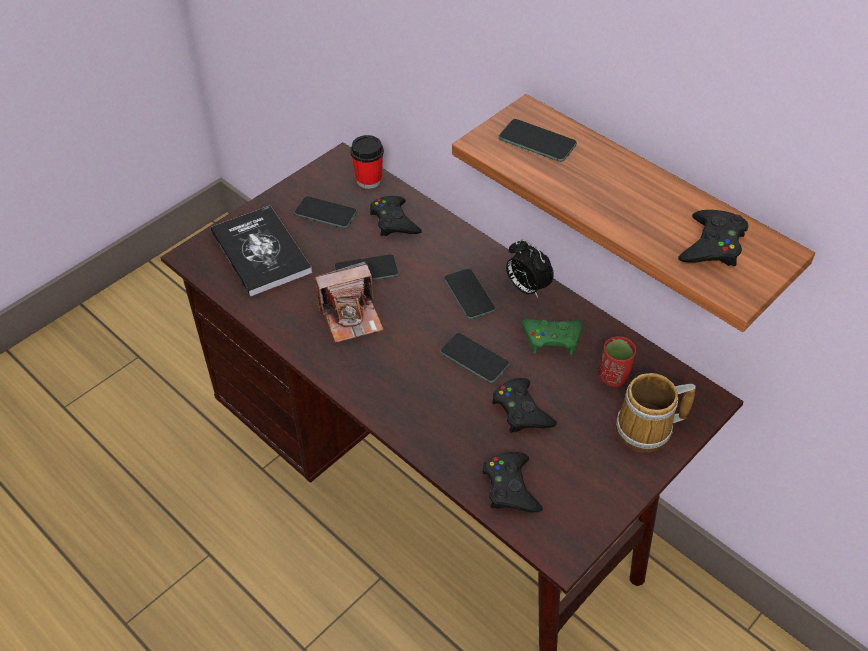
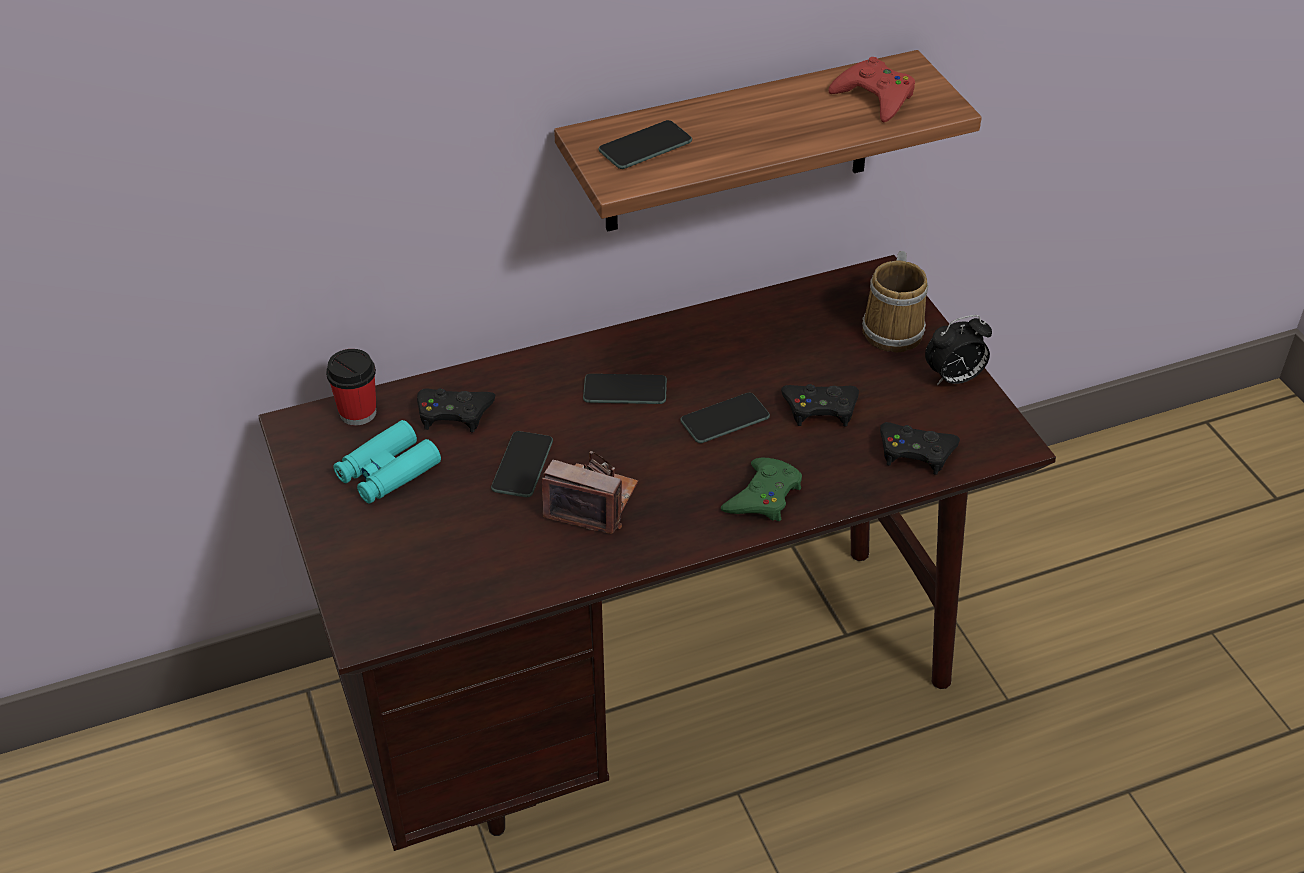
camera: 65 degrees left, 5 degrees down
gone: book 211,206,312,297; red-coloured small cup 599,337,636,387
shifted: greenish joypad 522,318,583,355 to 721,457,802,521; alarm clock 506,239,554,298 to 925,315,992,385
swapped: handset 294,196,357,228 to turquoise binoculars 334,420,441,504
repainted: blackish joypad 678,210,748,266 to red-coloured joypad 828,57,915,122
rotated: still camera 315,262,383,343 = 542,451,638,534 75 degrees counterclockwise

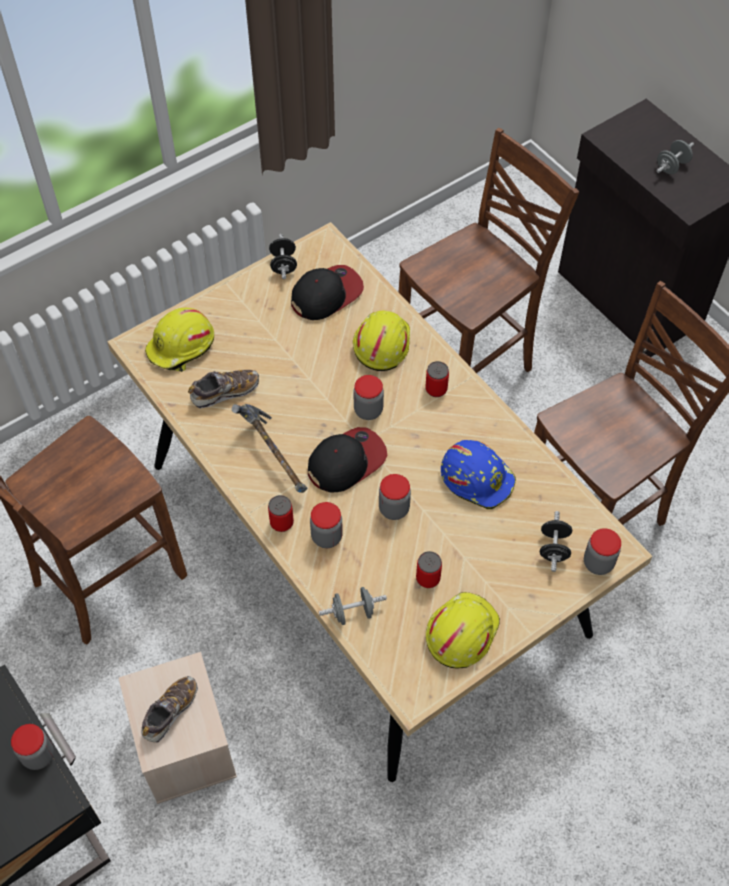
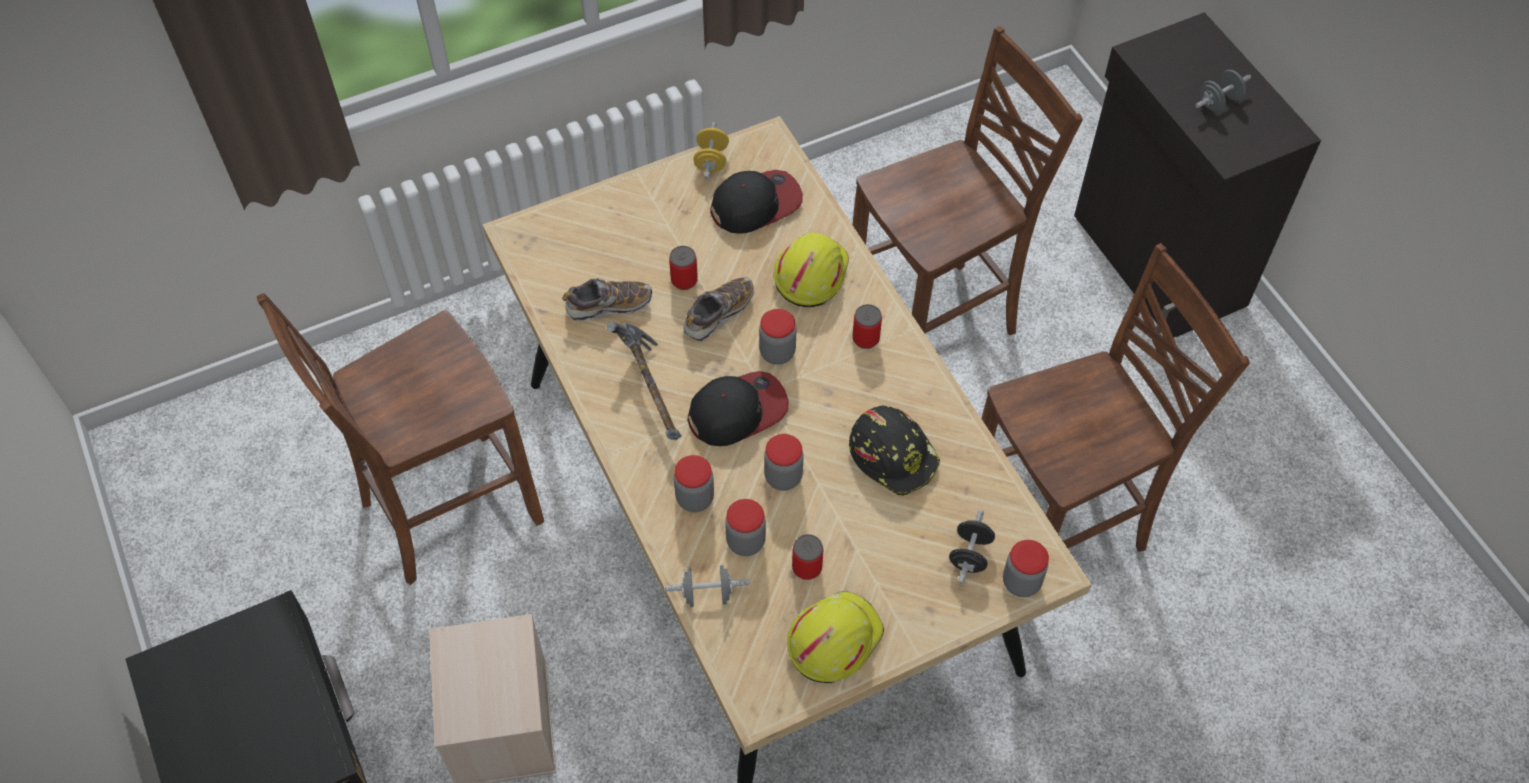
camera: 10 degrees right, 0 degrees up
gone: yellowish safety helmet 145,308,214,372
shifted: metal can 268,495,294,532 to 669,246,698,290; item of footwear 141,676,198,742 to 683,277,754,341; jar 11,724,54,770 to 725,499,766,556
repainted: blackish hand weight 269,234,297,279 to yellowish hand weight 693,122,729,179; blue safety helmet 441,440,516,509 to blackish safety helmet 849,406,940,496

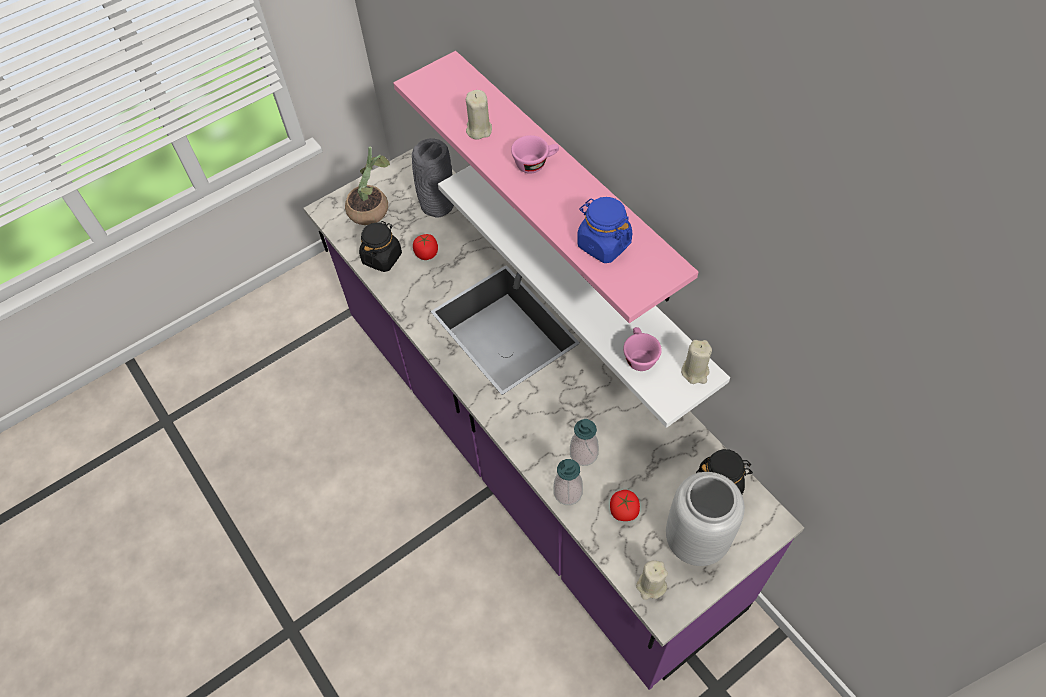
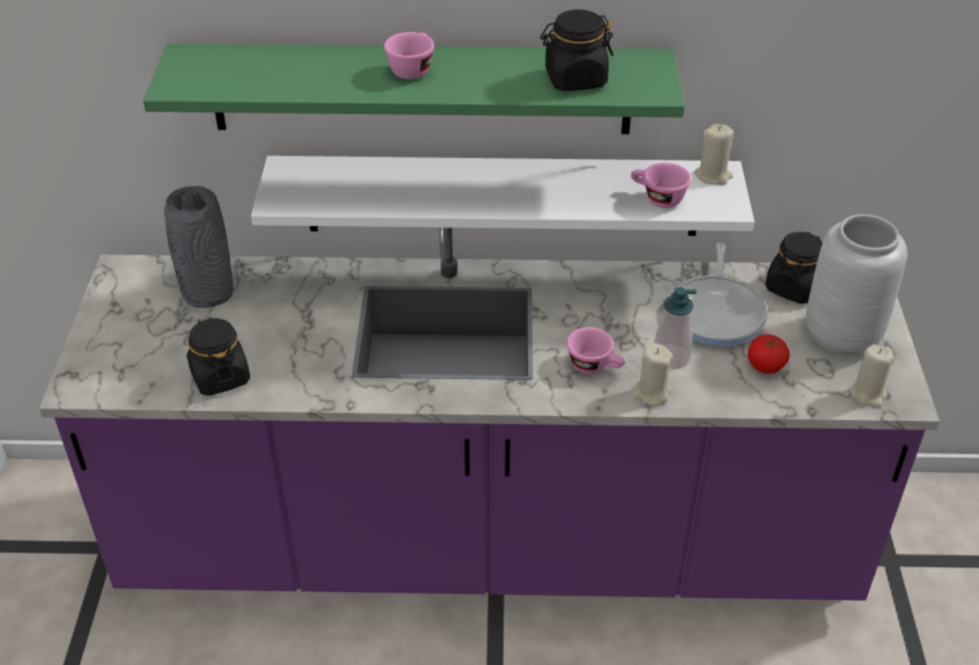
camera: 55 degrees left, 15 degrees down
gone: houseplant 345,147,390,225; fresh tomato 413,234,438,260; soap dispenser 554,459,583,505
new: pinkish small cup 567,327,625,374; frying pan 673,243,768,346
shifted: beige-coloured candle 466,90,492,140 to 632,343,673,406
repainted: pinkish shelf 393,51,698,323 to greenish shelf 143,44,685,134; blue jar 577,197,632,263 to blackish jar 540,9,613,91

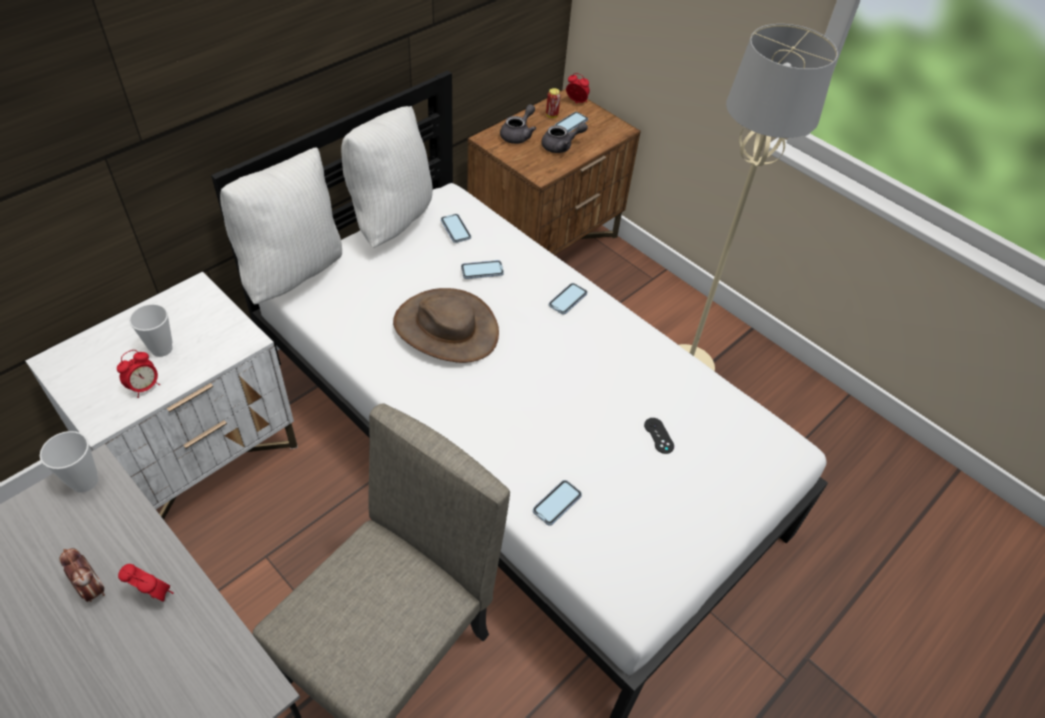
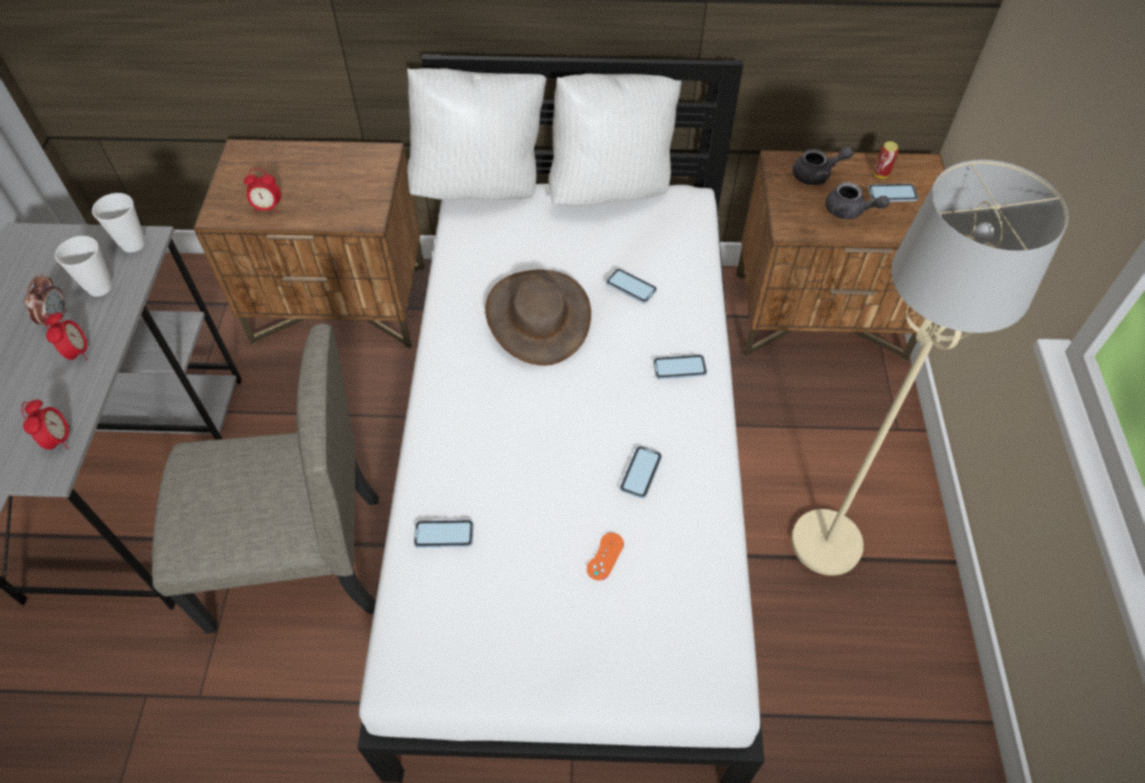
camera: 50 degrees right, 5 degrees up
shifted: alarm clock 566,73,590,103 to 21,400,70,450; small cup 129,304,173,357 to 55,236,112,297; handset 441,214,471,243 to 620,446,662,499
repainted: white-coloured nightstand 26,271,298,520 to brown nightstand 193,139,425,349; blackish joypad 644,418,674,454 to orangey joypad 587,533,624,580

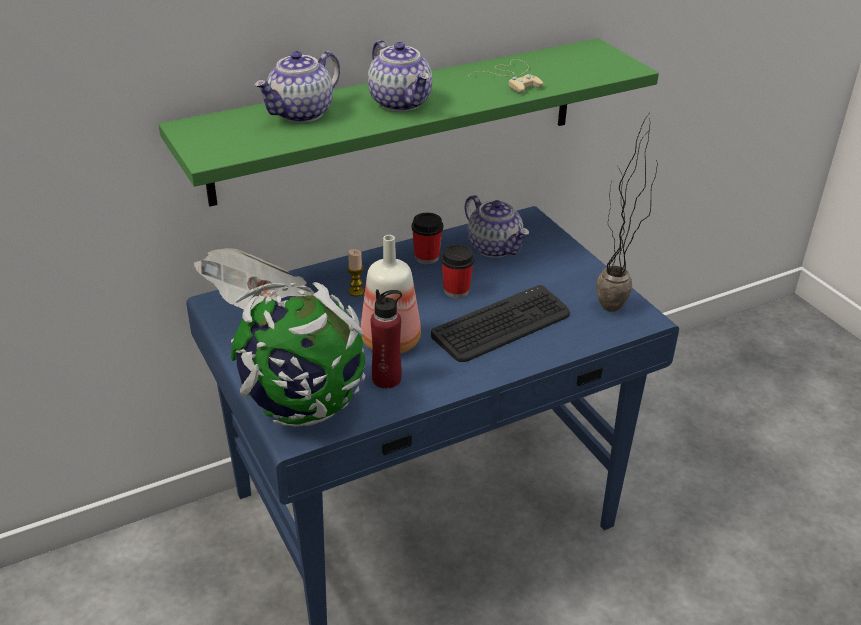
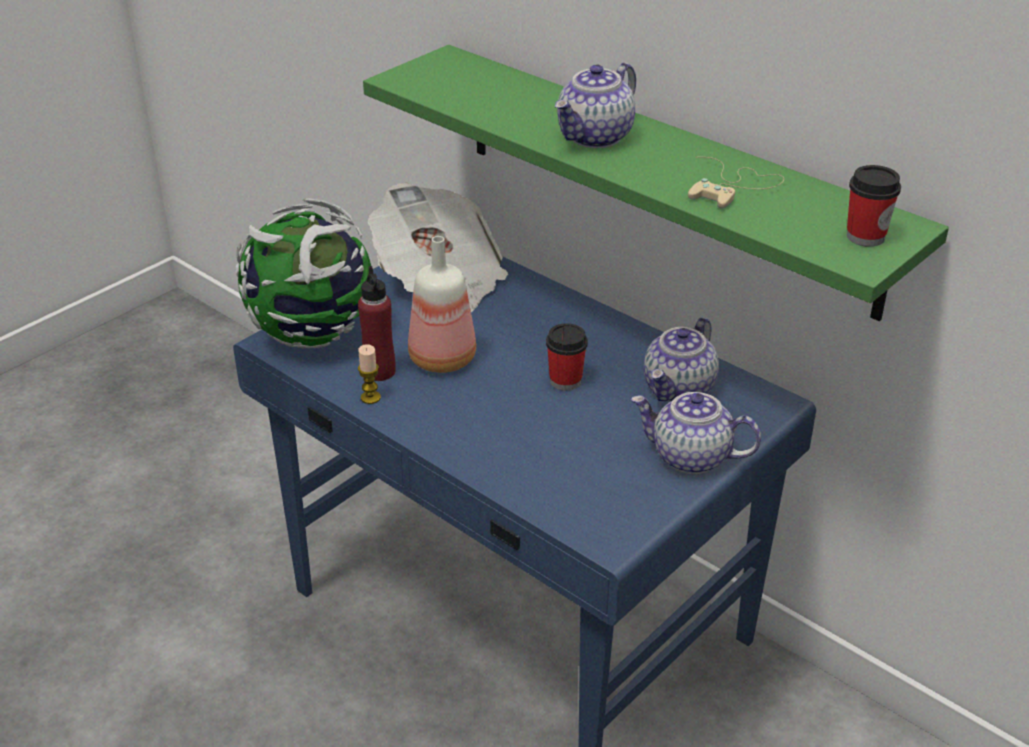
camera: 70 degrees right, 0 degrees up
gone: computer keyboard 431,285,570,362; houseplant 596,114,657,312
shifted: candle 347,249,364,297 to 358,344,381,404; tea pot 254,51,340,123 to 631,392,761,474; small cup 411,213,443,264 to 847,165,901,247

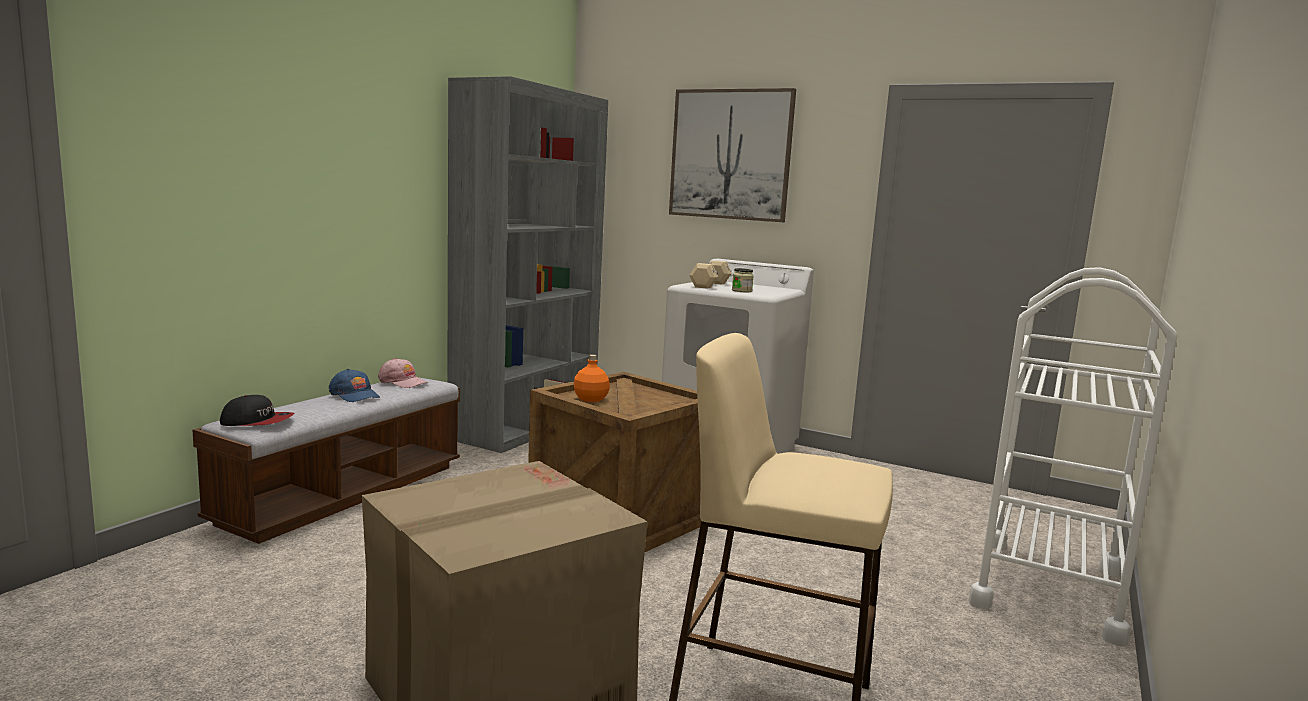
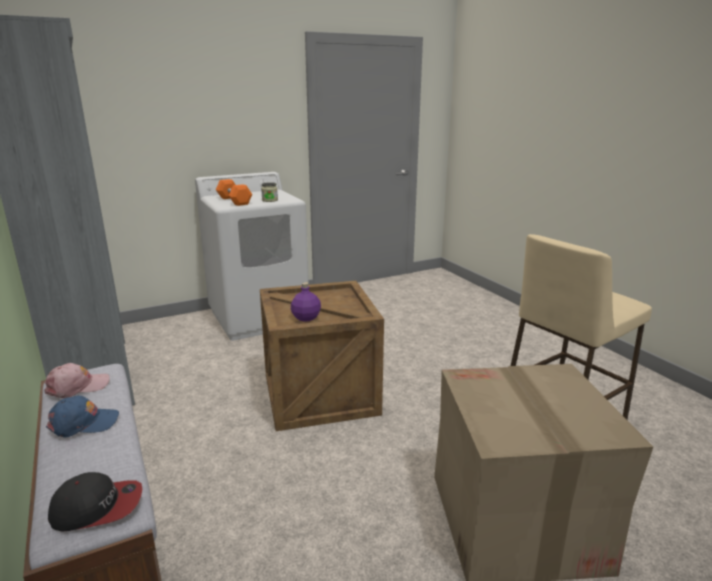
camera: 55 degrees left, 10 degrees up
gone: wall picture 669,88,796,222; white-coloured wheeled cart 968,267,1177,647
repainted: beige-coloured hand weight 690,260,732,289 to orangey hand weight 216,179,252,206; orangey beverage bottle 573,354,610,402 to purple-coloured beverage bottle 291,282,321,322
rotated: cap 220,395,294,426 = 48,472,142,532 45 degrees clockwise

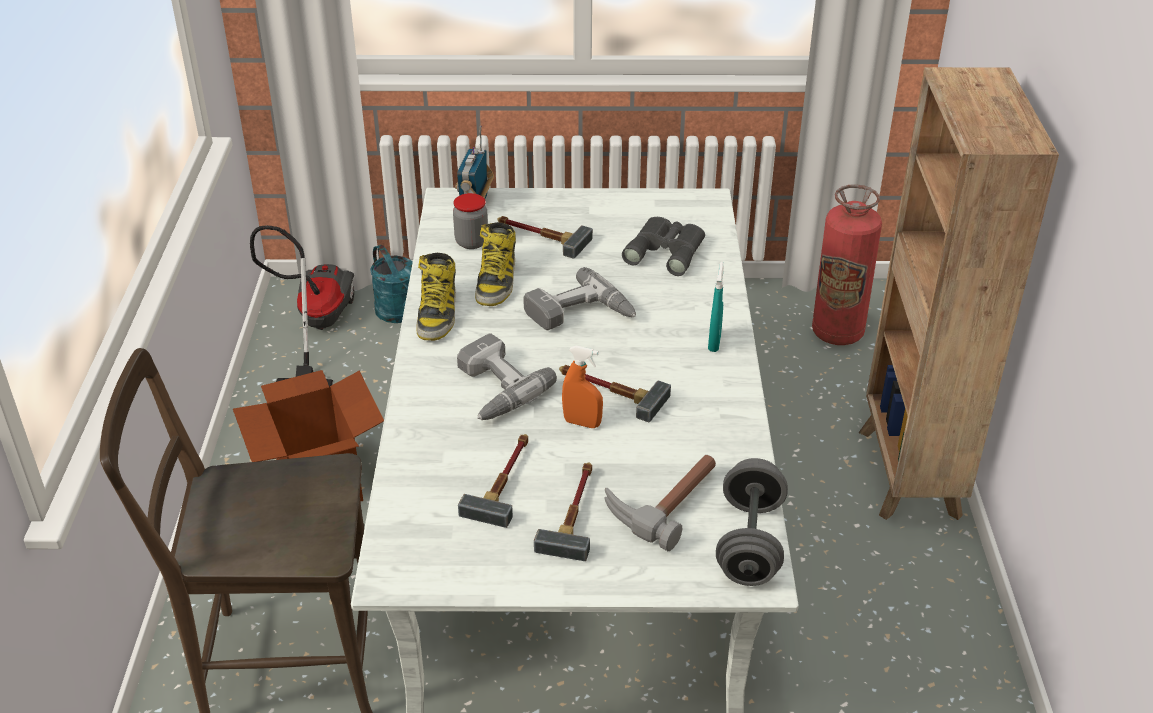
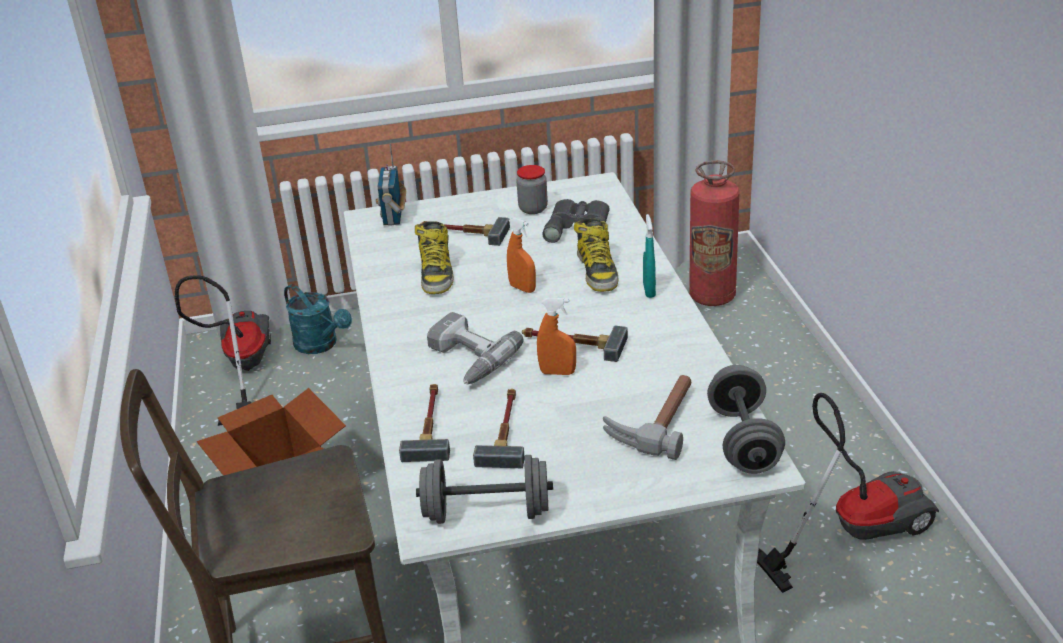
camera: 10 degrees left, 5 degrees down
gone: brown bookcase 859,67,1059,520
new: gray hand weight 416,455,553,524; vacuum cleaner 757,392,939,593
shifted: tool hammer 534,462,592,561 to 399,384,450,462; jar 453,193,488,249 to 516,165,548,214; boot 416,253,456,341 to 574,219,619,292
swapped: drill 523,267,636,331 to orangey hand sprayer 507,217,536,293

